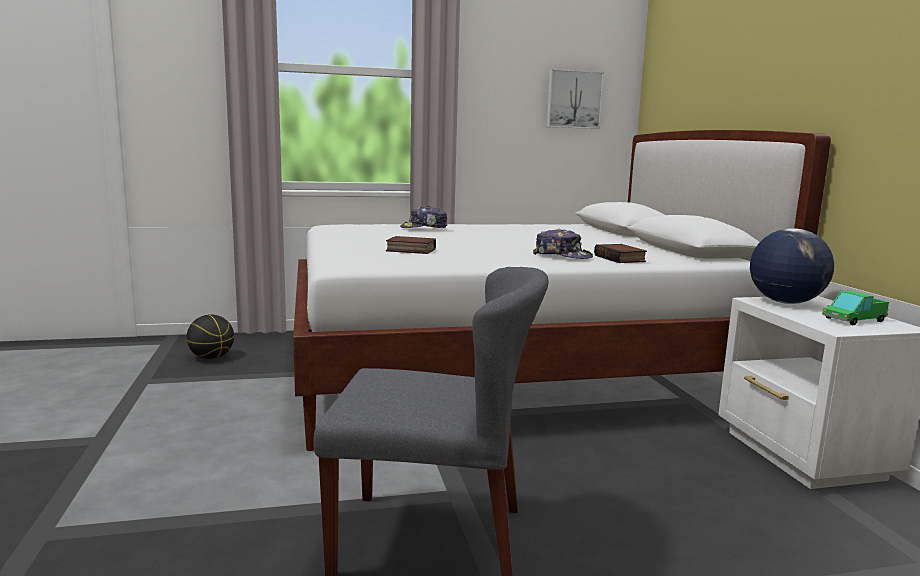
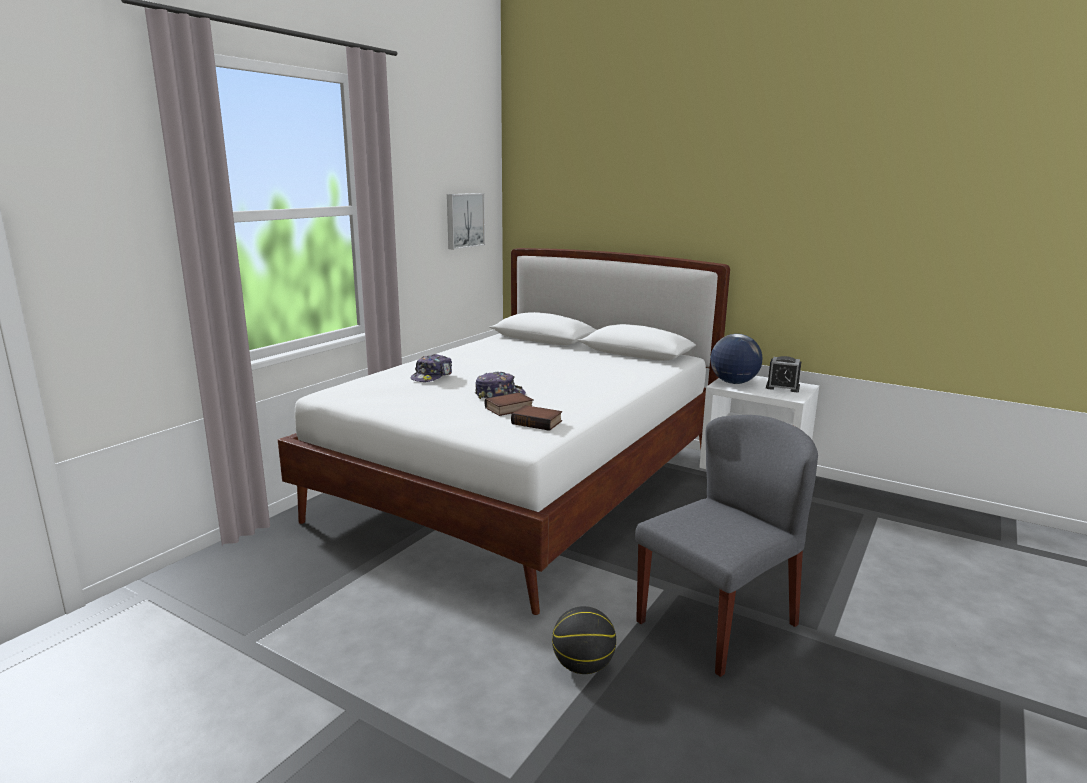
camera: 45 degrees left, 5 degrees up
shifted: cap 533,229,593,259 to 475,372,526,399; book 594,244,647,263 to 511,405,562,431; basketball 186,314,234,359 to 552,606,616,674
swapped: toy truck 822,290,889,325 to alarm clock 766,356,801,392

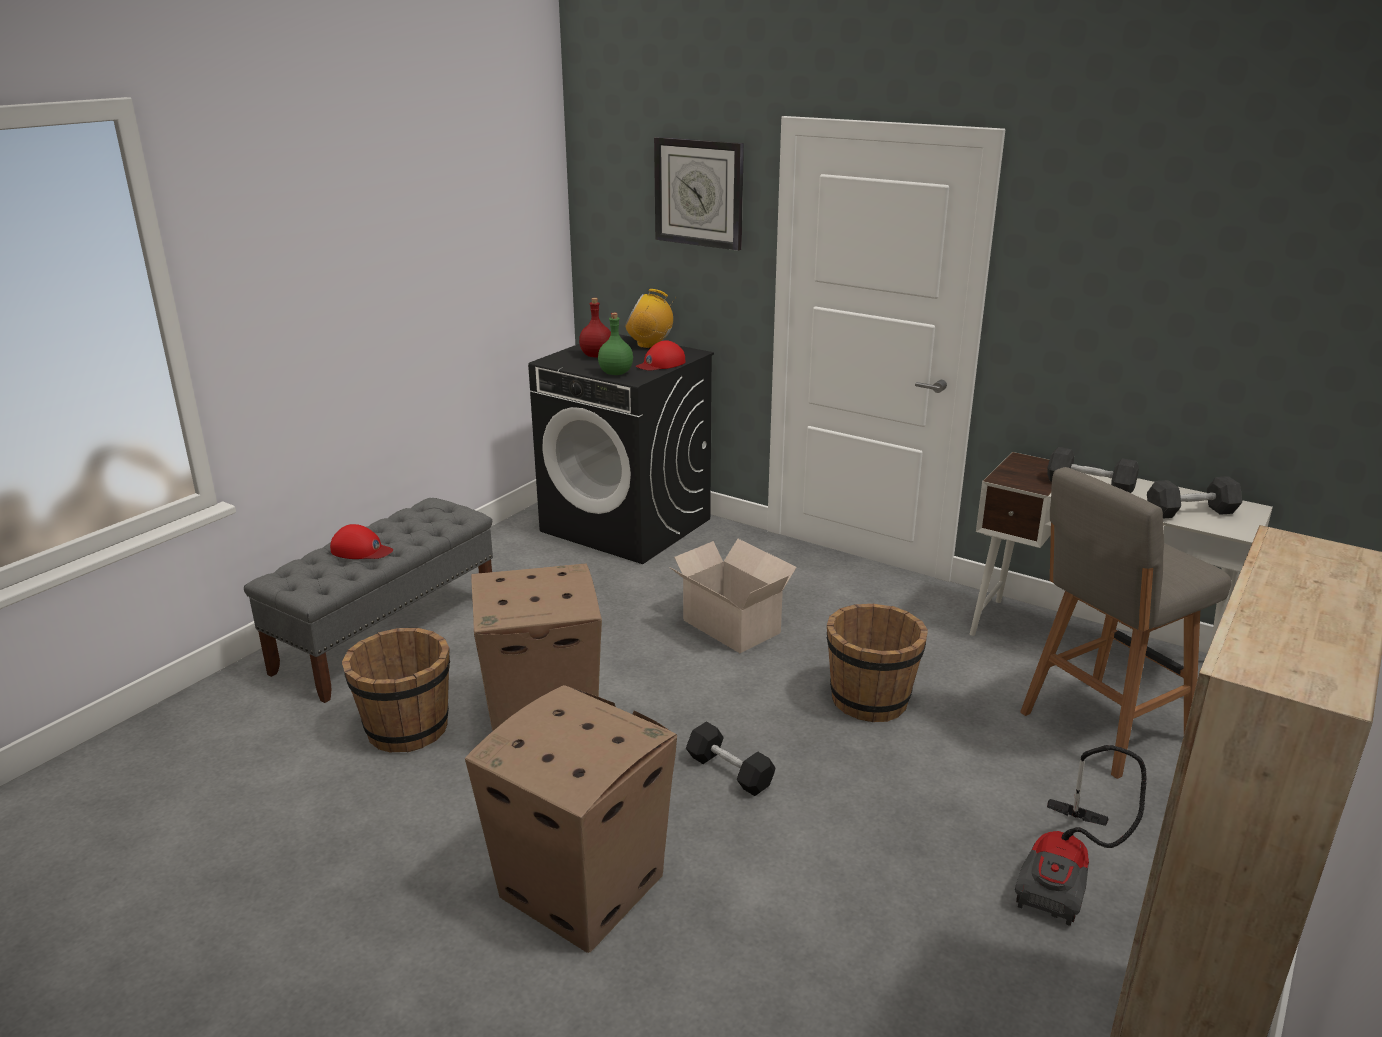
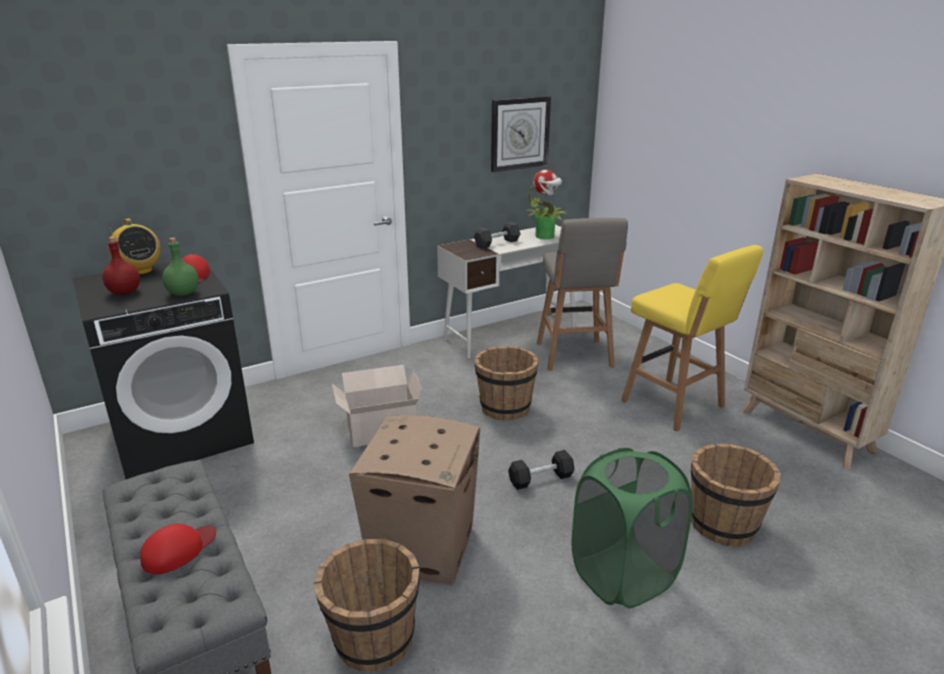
camera: 65 degrees left, 0 degrees up
new: brown water bucket 691,444,780,546
shifted: hanging clock 654,137,744,251 to 491,96,551,172
swapped: blackish hand weight 1147,476,1242,519 to houseplant 528,170,568,239; carton 465,685,677,953 to greenish washing basket 572,448,693,608; vacuum cleaner 1015,745,1146,926 to yellowish stool seat 621,245,763,431
rotated: radio set 625,289,677,349 = 109,218,161,275 75 degrees counterclockwise

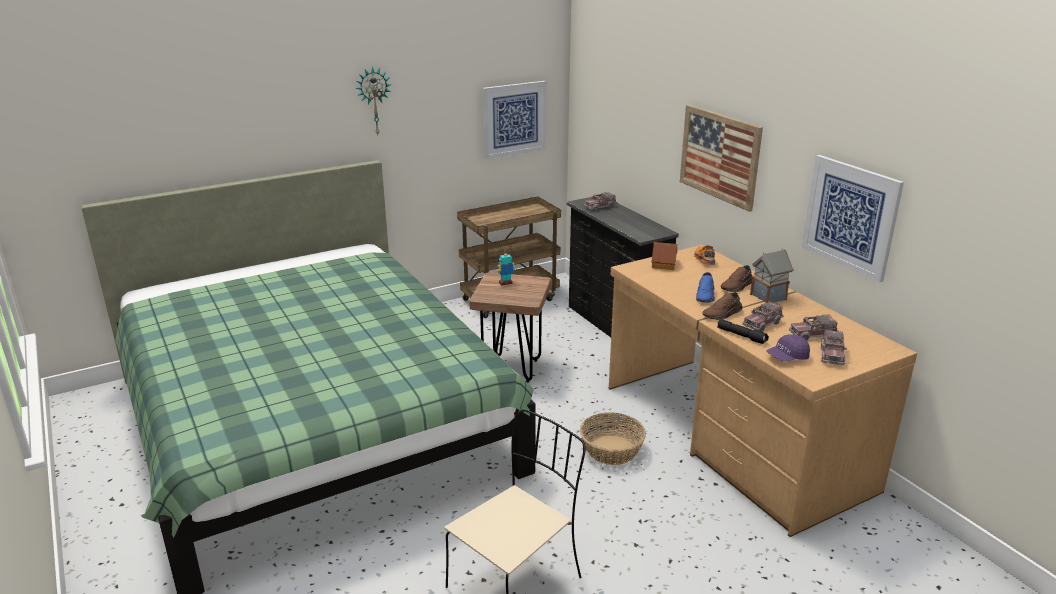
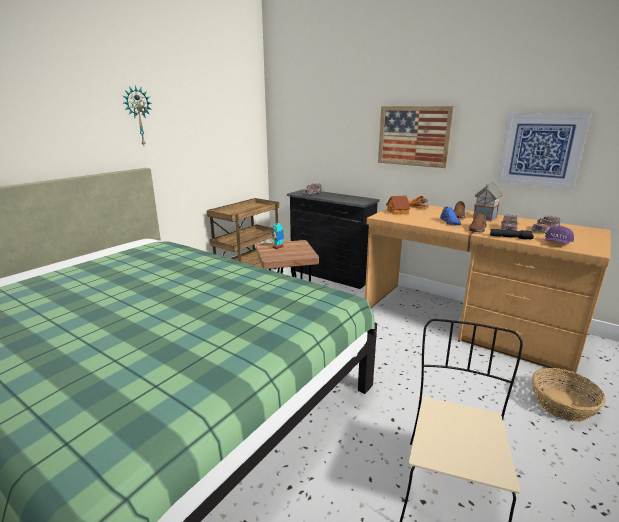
camera: 25 degrees left, 5 degrees down
gone: wall picture 483,81,547,159; toy truck 821,329,847,365
shifted: basket 580,412,646,465 to 532,368,606,422

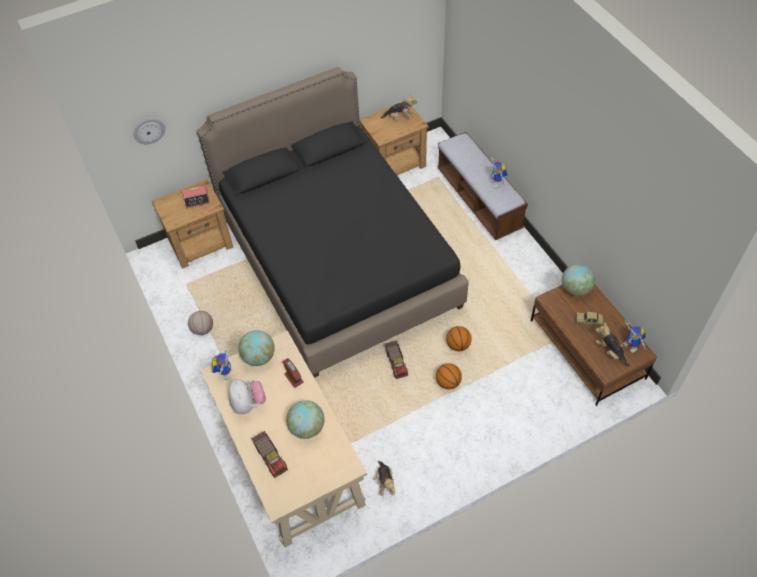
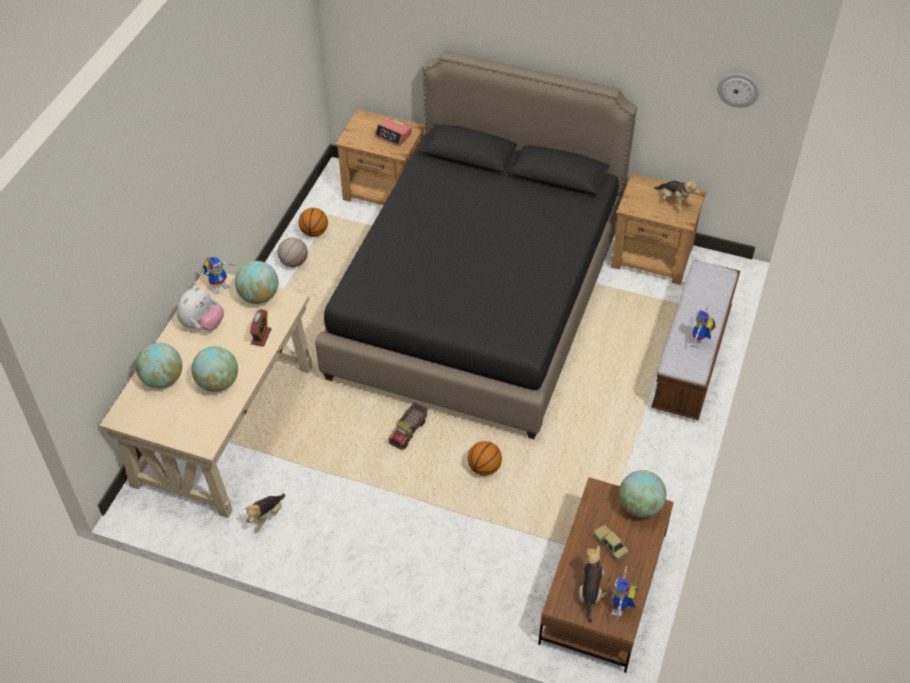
camera: 45 degrees right, 5 degrees down
shifted: basketball 436,363,462,389 to 299,208,328,237; hanging clock 133,118,165,144 to 717,73,759,108
swapped: toy truck 252,431,288,478 to desk globe 135,343,182,388

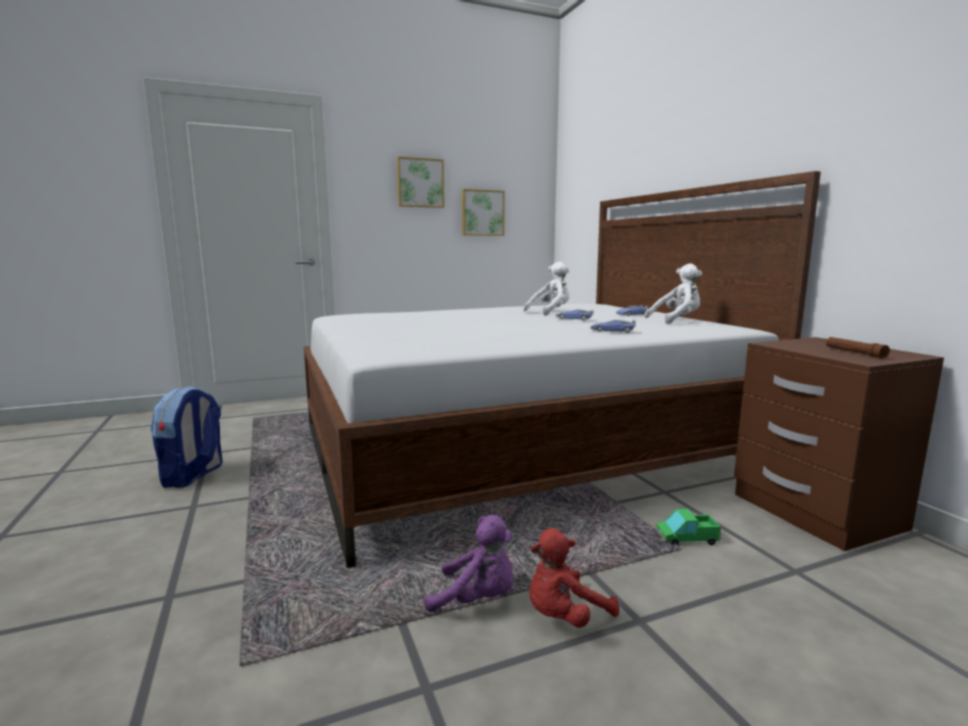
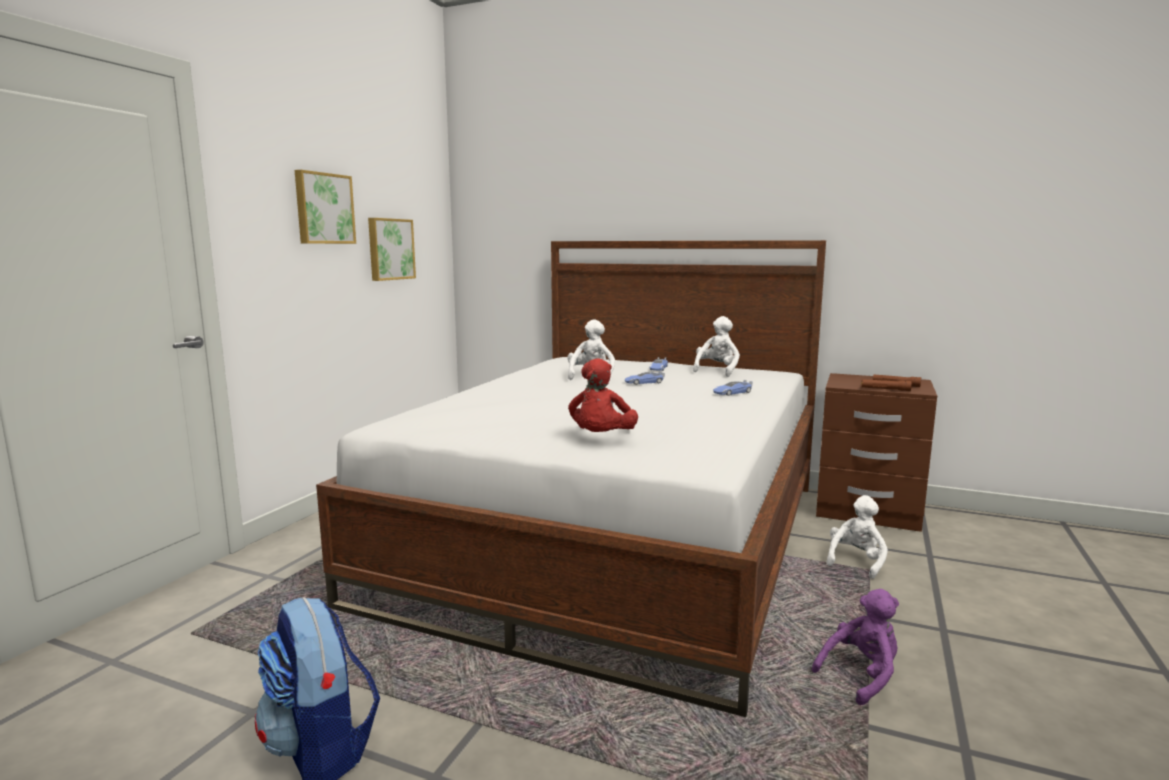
camera: 45 degrees left, 0 degrees up
new: brown torch 861,379,912,391
shifted: red-coloured cuddly toy 529,528,619,628 to 568,358,638,432
swapped: toy truck 655,509,721,545 to white-coloured cuddly toy 826,495,888,579

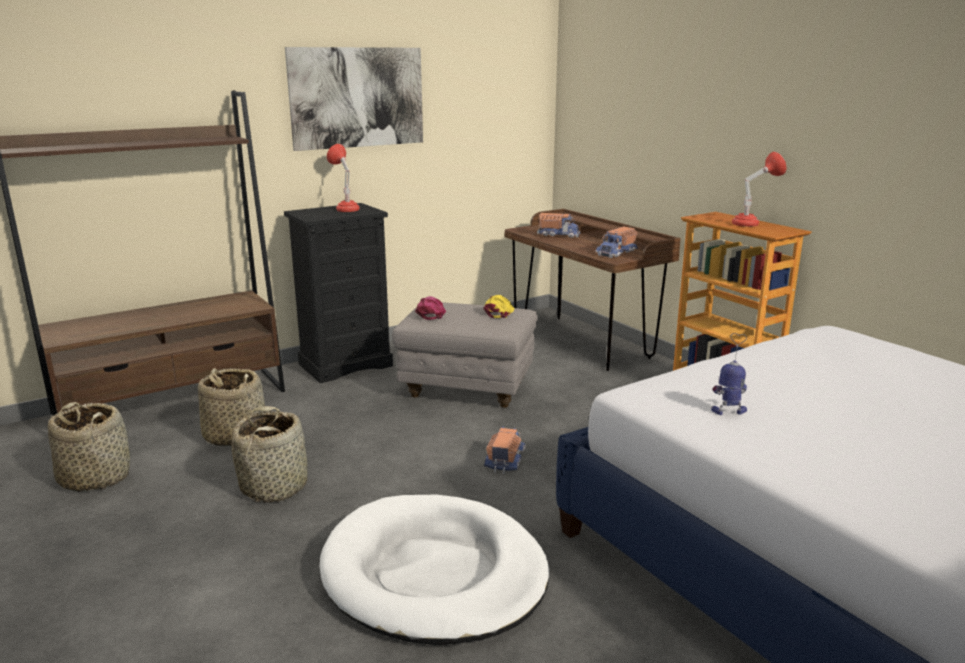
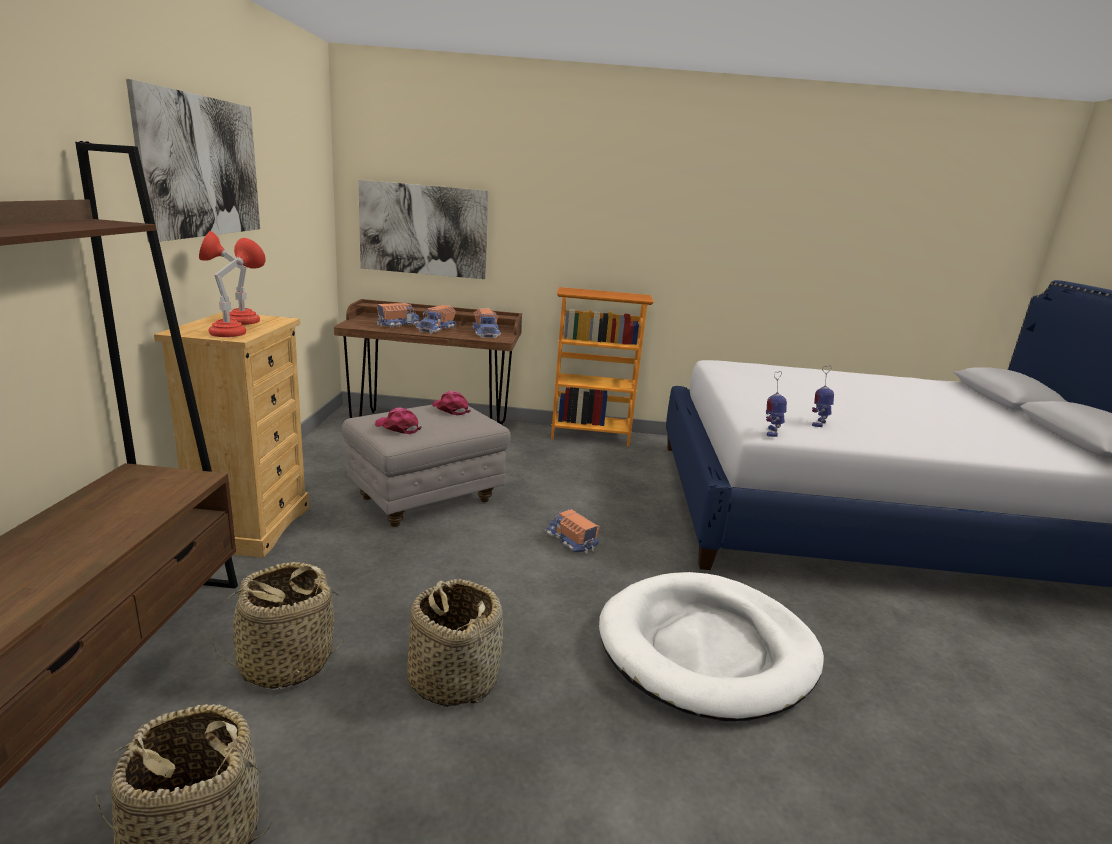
camera: 55 degrees left, 0 degrees up
new: wall picture 358,180,489,279; toy truck 416,305,456,334; toy robot 766,371,787,437
shifted: red-coloured table lamp 732,152,786,227 to 209,238,266,337
repainted: blackish dresser 284,203,393,383 to beige-coloured dresser 154,312,309,558; yellowish cap 484,295,515,318 to pinkish cap 433,391,471,415

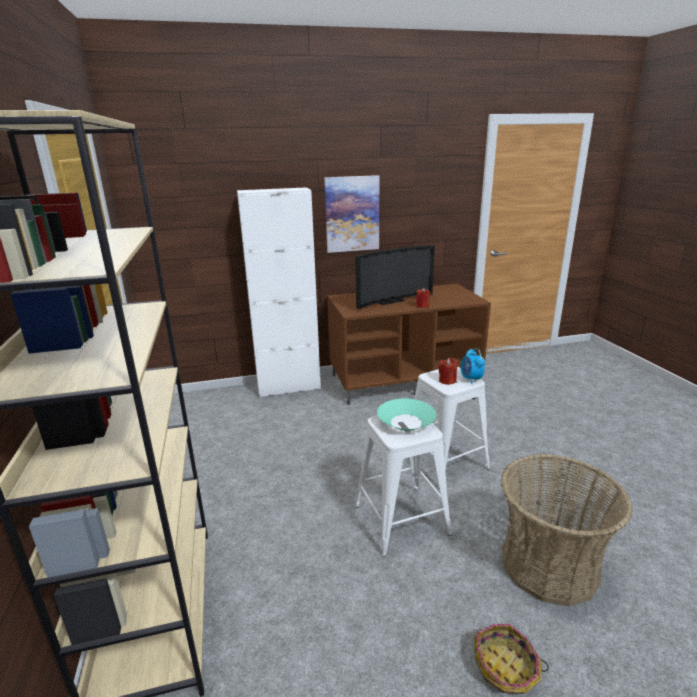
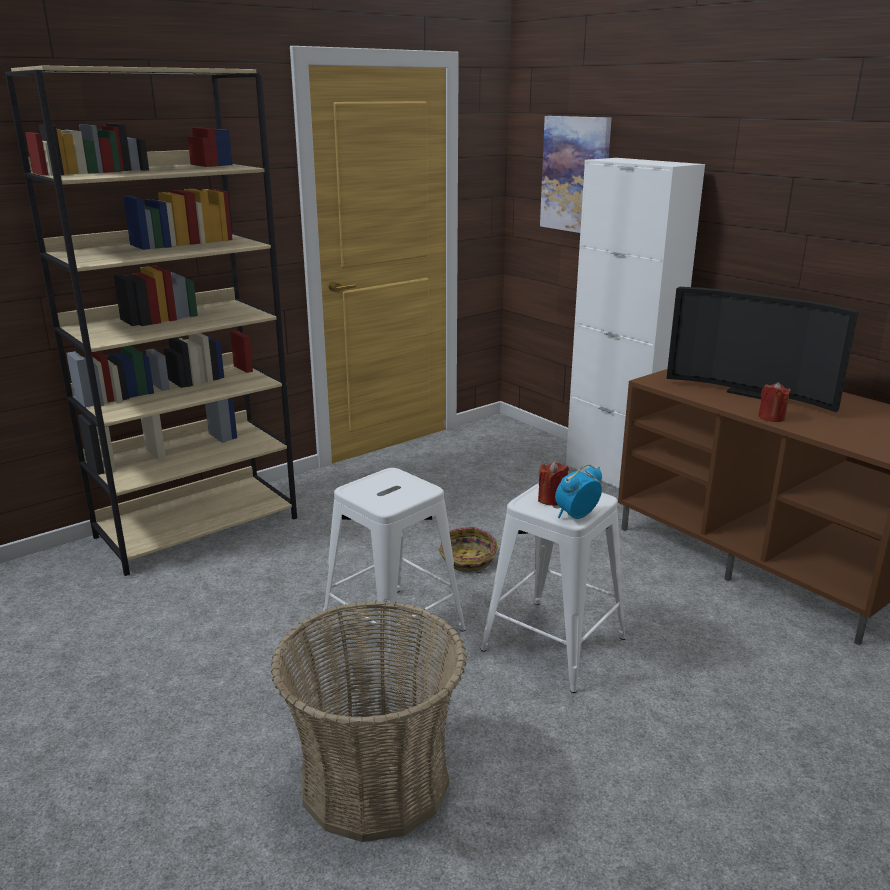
camera: 65 degrees right, 0 degrees up
gone: turquoise deep dish 377,399,437,431
shifted: basket 474,624,549,694 to 439,527,498,573; wall picture 324,175,379,253 to 540,116,612,233

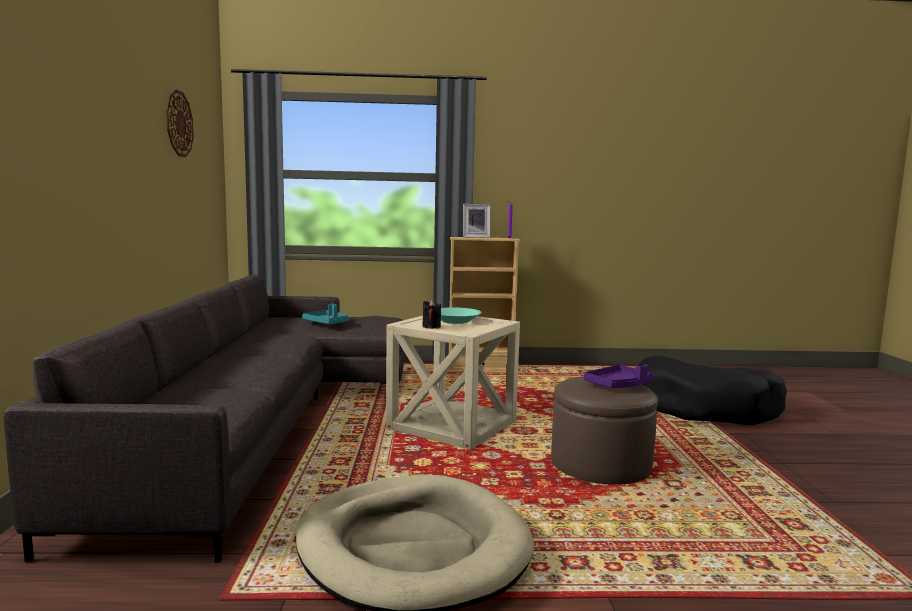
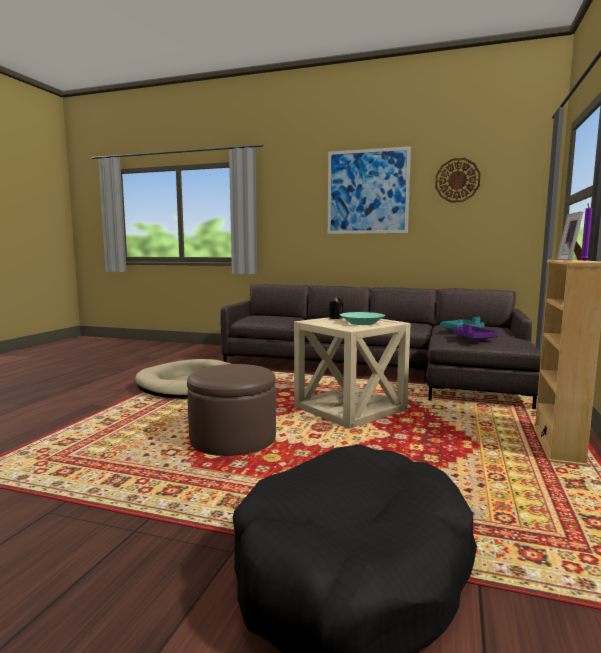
camera: 110 degrees right, 0 degrees up
new: wall picture 328,146,411,234
shifted: purple-coloured carrying tray 584,364,654,388 to 454,324,498,339

